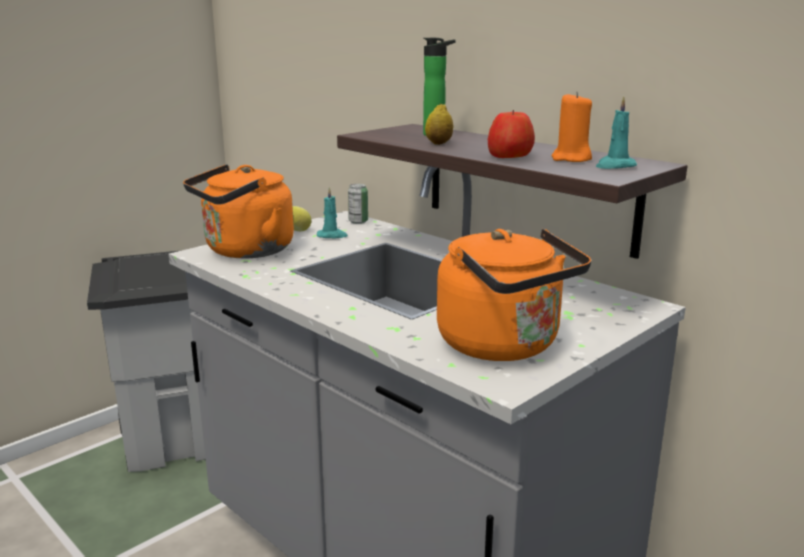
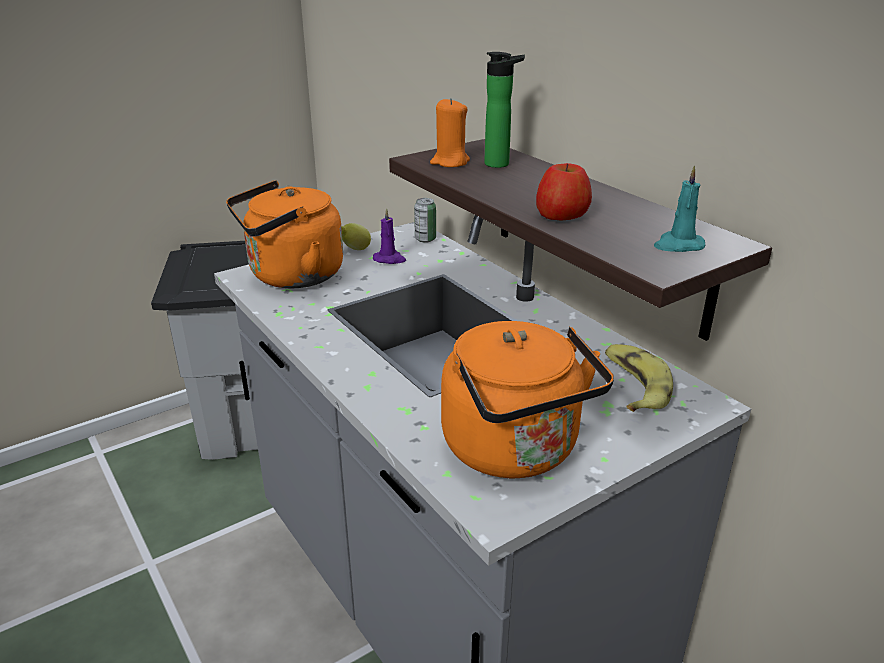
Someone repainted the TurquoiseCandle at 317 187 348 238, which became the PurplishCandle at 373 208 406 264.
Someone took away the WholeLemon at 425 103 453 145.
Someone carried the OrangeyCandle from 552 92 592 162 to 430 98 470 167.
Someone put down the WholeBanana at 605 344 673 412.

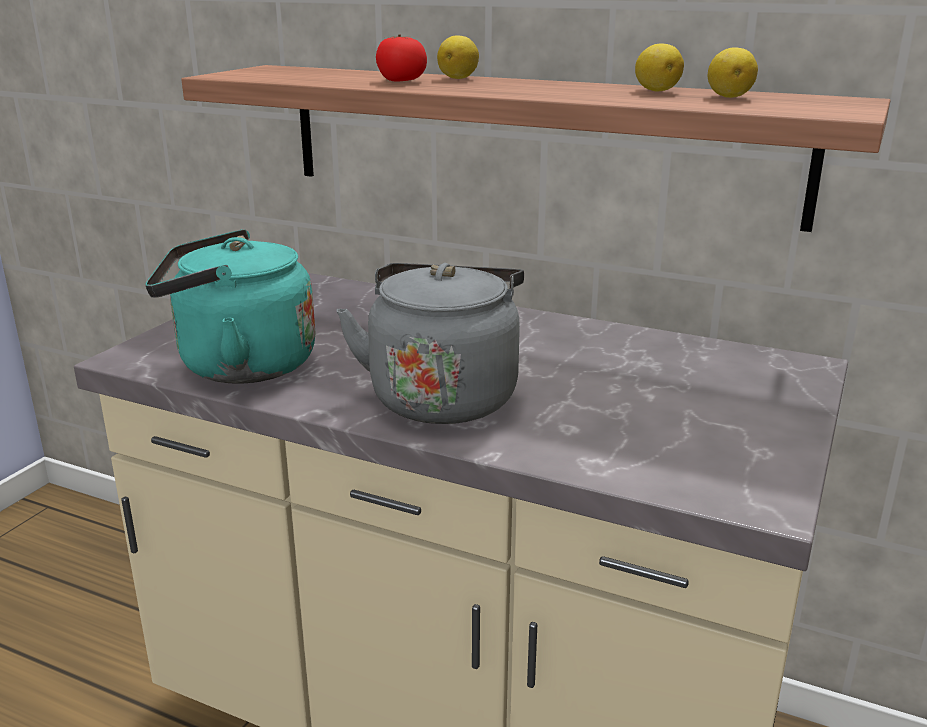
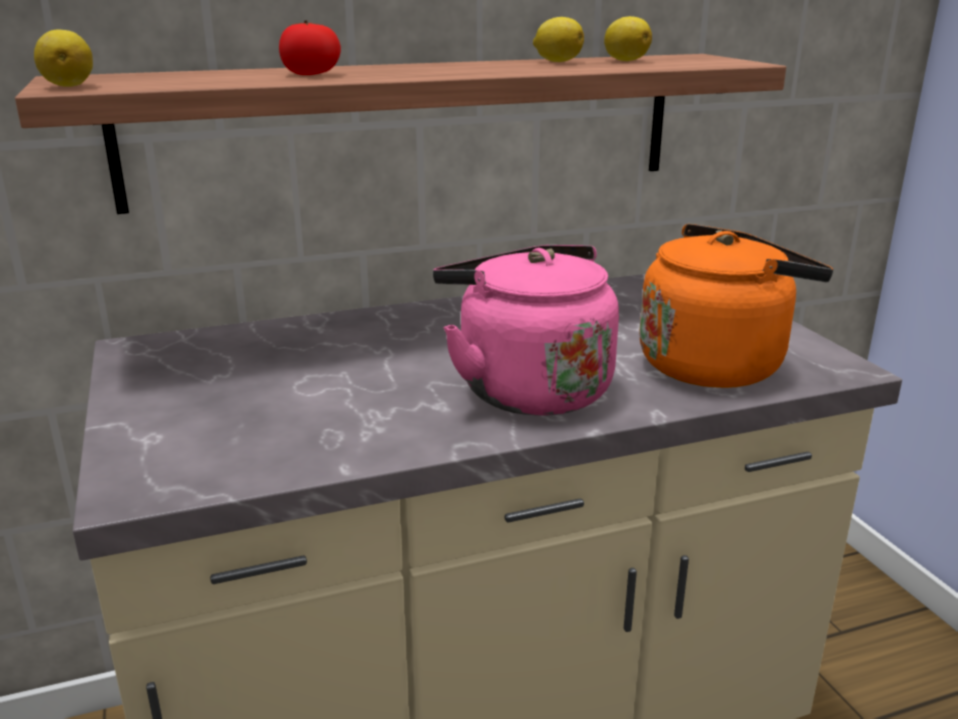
Someone took away the TurquoiseWaterKettle at 145 229 316 384.
Someone repainted the GrayWaterKettle at 336 263 524 424, which became the PinkColouredWaterKettle at 433 245 619 416.
Someone carried the WholeLemon from 437 35 479 79 to 34 29 93 87.
Someone put down the OrangeyWaterKettle at 639 224 833 388.

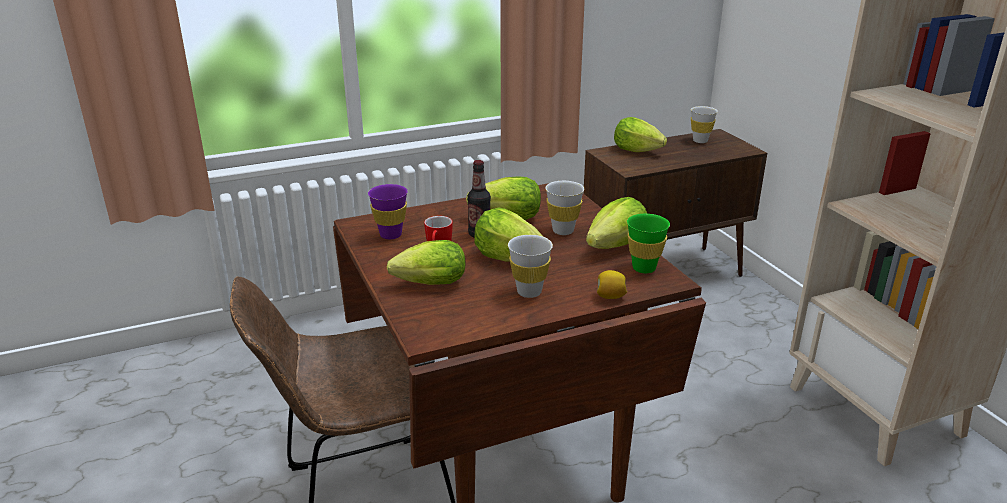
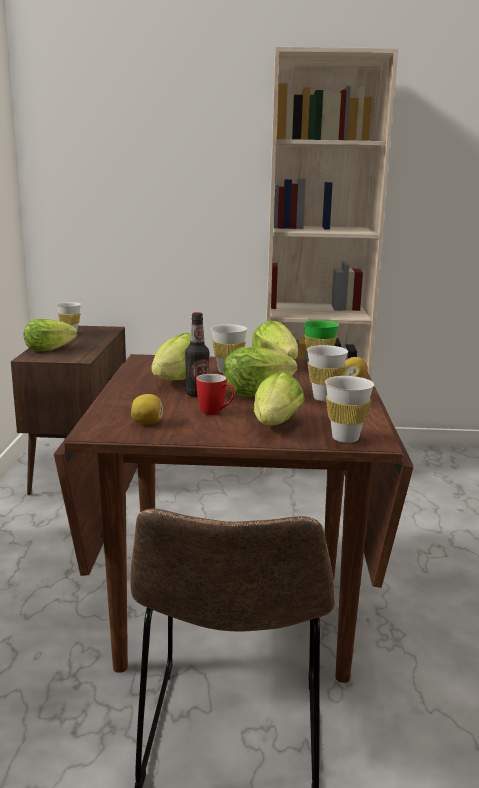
Someone swapped the PurplishSmallCup at 368 184 408 239 for the WholeLemon at 131 394 163 424.
Someone put down the WhiteSmallCup at 325 376 374 443.

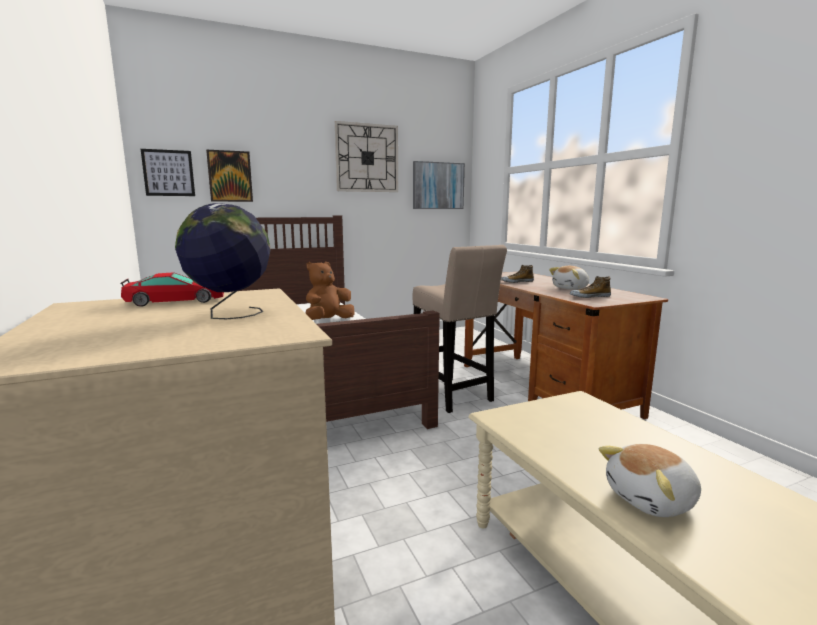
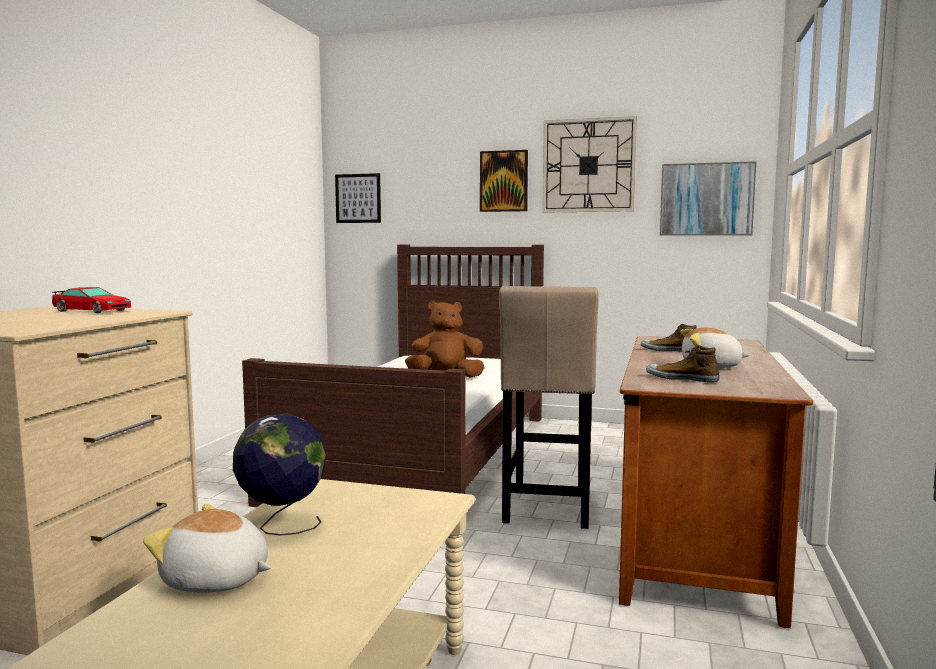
Someone carried the WorldGlobe from 175 203 271 319 to 233 414 326 536.
Someone carried the Picture from 206 149 253 202 to 480 150 528 212.

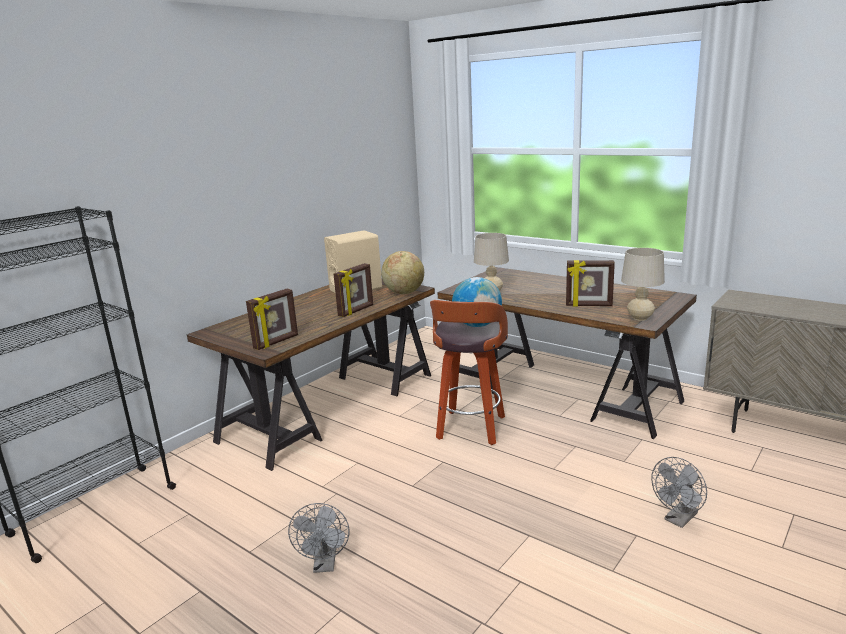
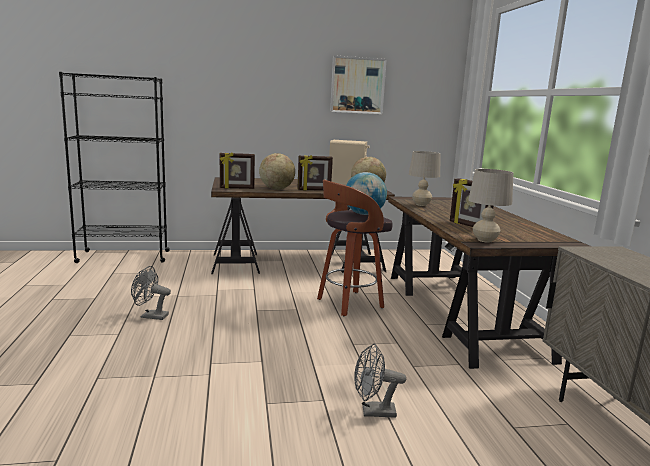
Someone rotated the GrayCoolingFan at 288 503 349 573 by 60 degrees clockwise.
Someone put down the WorldGlobe at 259 153 295 190.
Someone put up the Picture at 330 55 387 114.

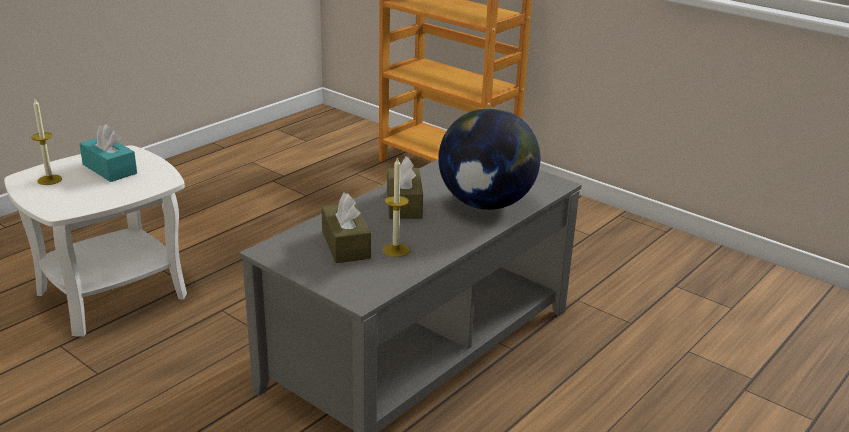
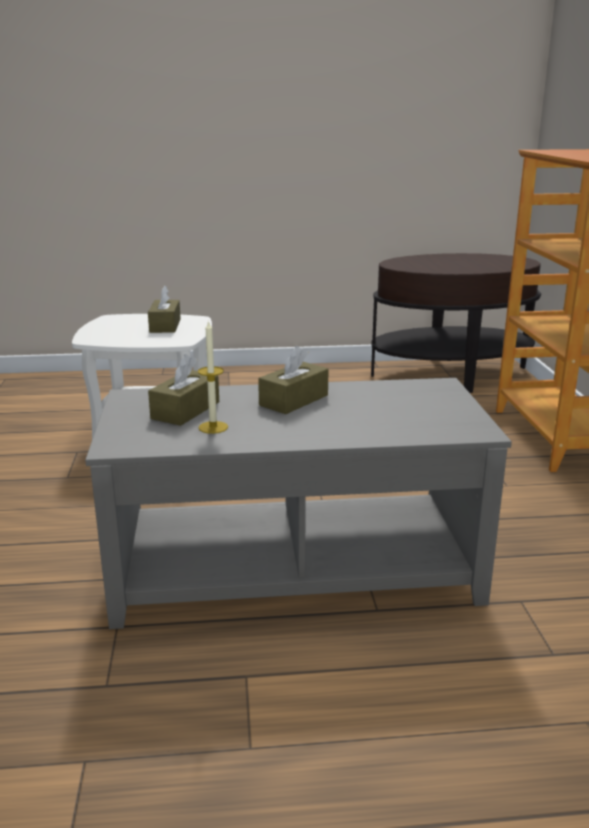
Someone took away the Candle at 31 99 62 185.
Someone repainted the TurquoiseTissueHolder at 79 124 137 182, which became the BrownColouredTissueHolder at 148 285 181 333.
Someone took away the WorldGlobe at 438 108 541 210.
Someone put down the BrownColouredEndTable at 371 253 541 393.

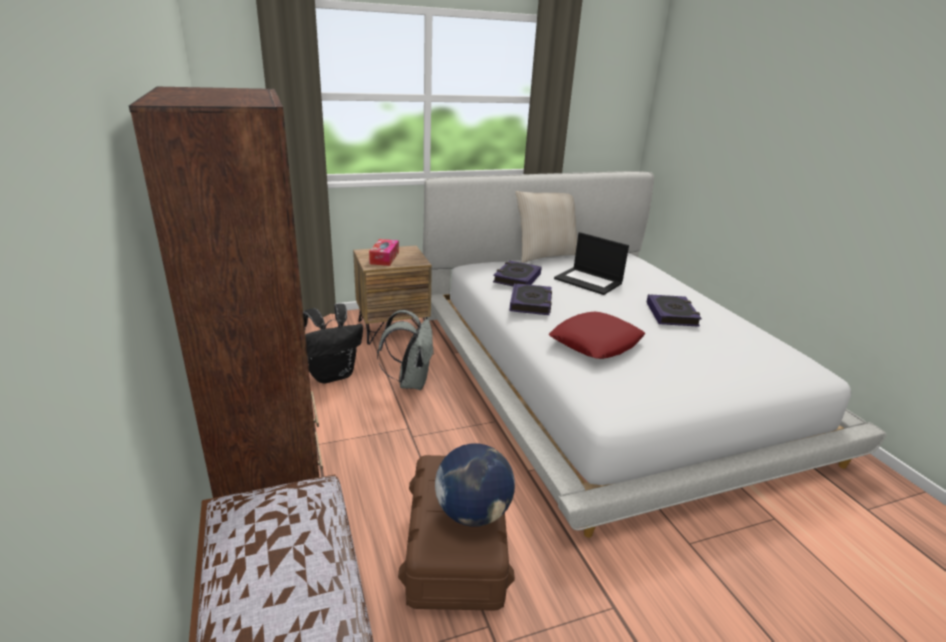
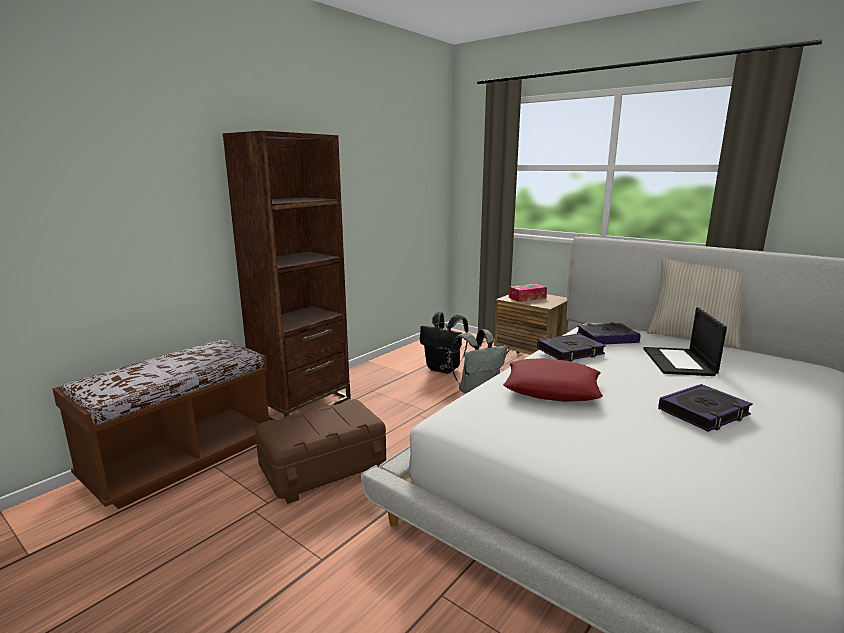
Someone took away the WorldGlobe at 435 444 515 527.

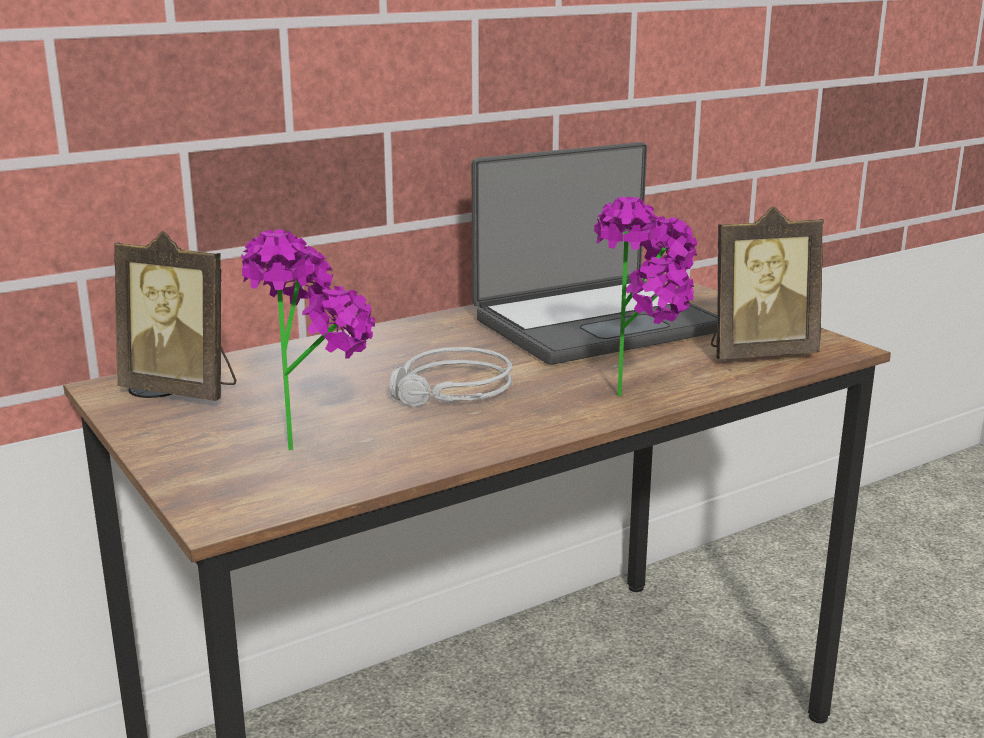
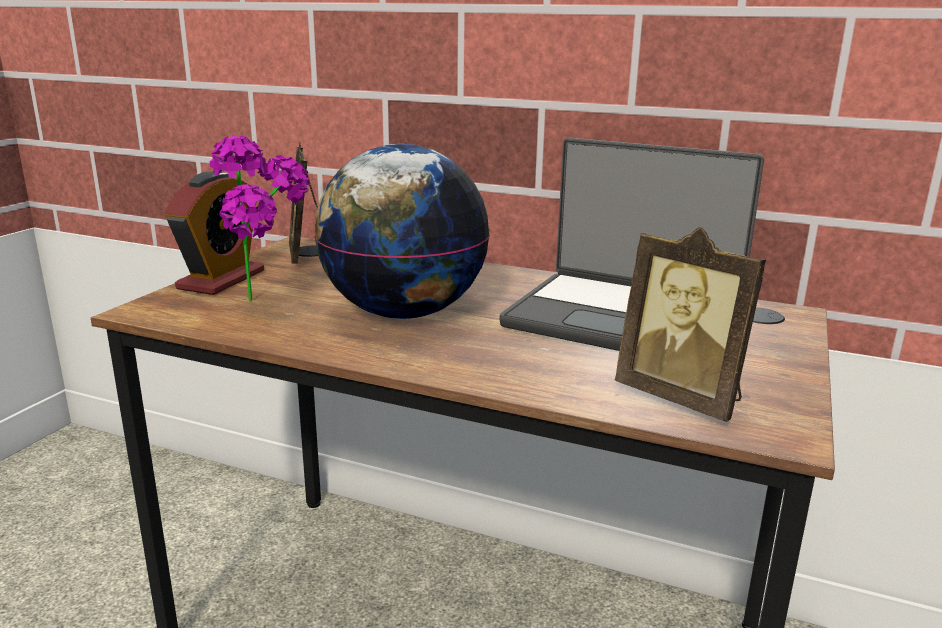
Someone swapped the GrayHeadphones at 390 347 512 407 for the WorldGlobe at 314 144 490 319.
Someone took away the PottedPlant at 594 197 698 396.
Someone put down the AlarmClock at 164 171 264 295.

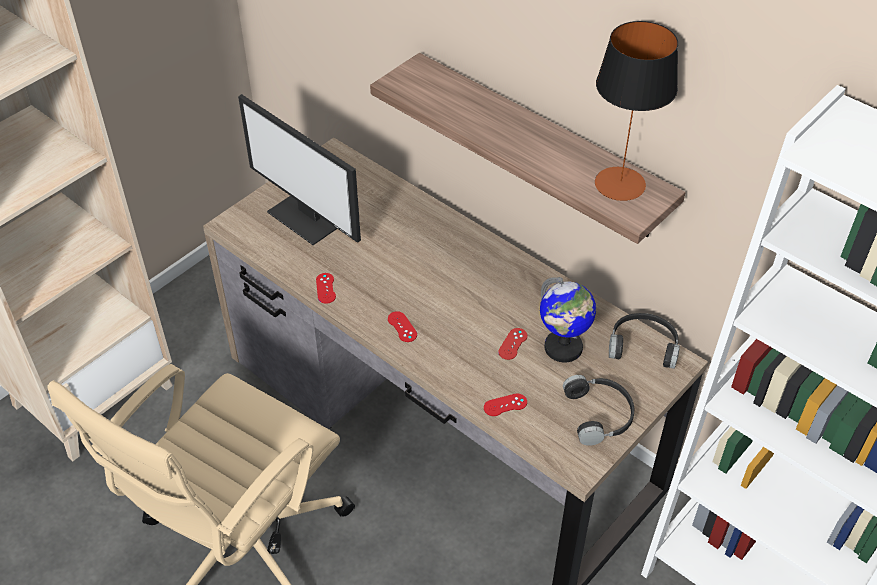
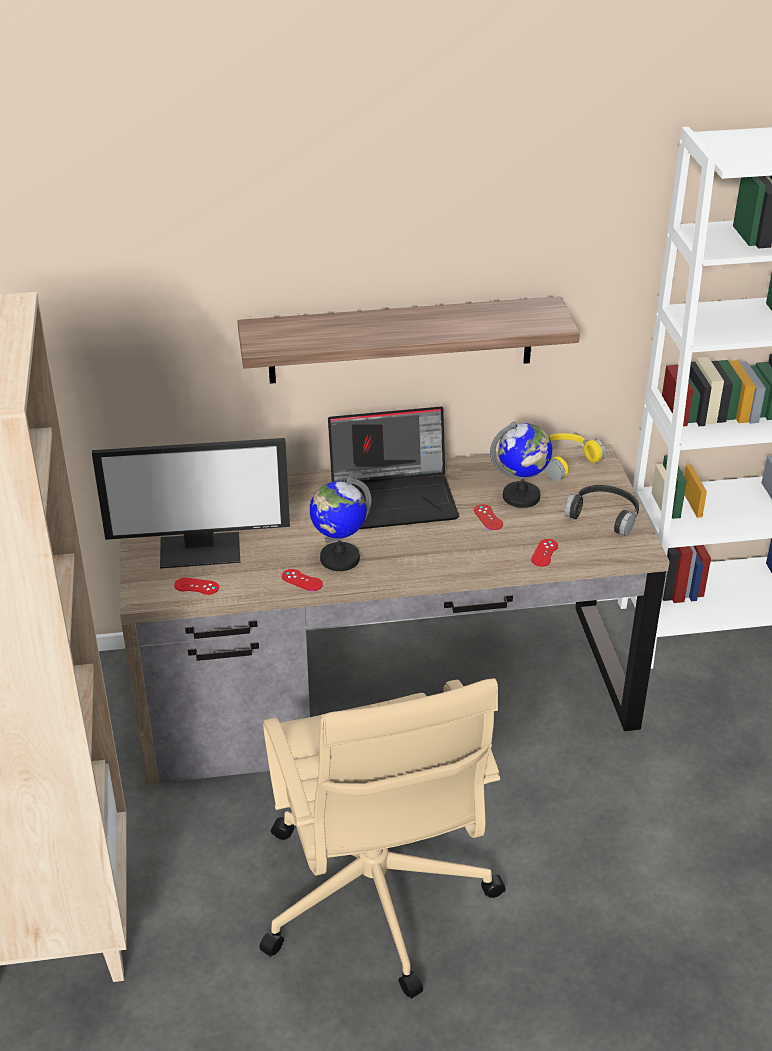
Someone carried the RedColouredJoypad from 388 311 417 342 to 174 578 219 595.
Someone took away the TableLamp at 595 21 678 201.
Someone repainted the BlackHeadphones at 609 313 680 369, which became the YellowColouredHeadphones at 545 433 606 481.
Someone put down the WorldGlobe at 310 477 371 571.
Someone put down the PortableComputer at 328 407 459 529.

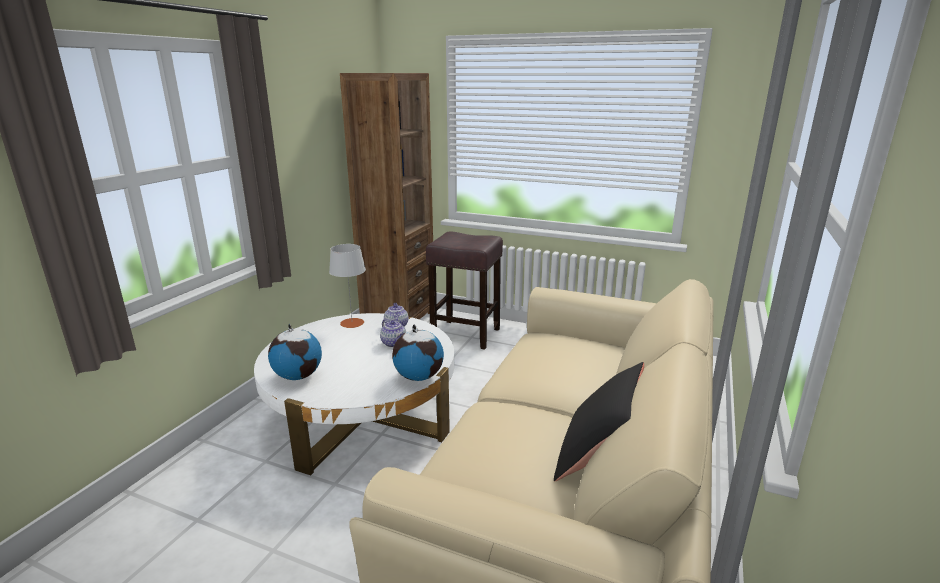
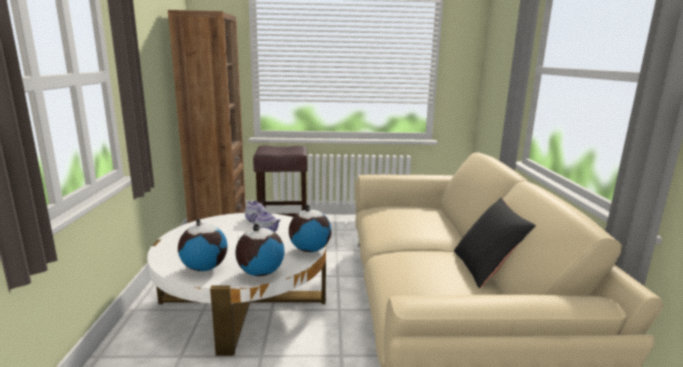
Someone took away the GrayTableLamp at 329 244 366 328.
Someone put down the WorldGlobe at 235 224 284 276.

